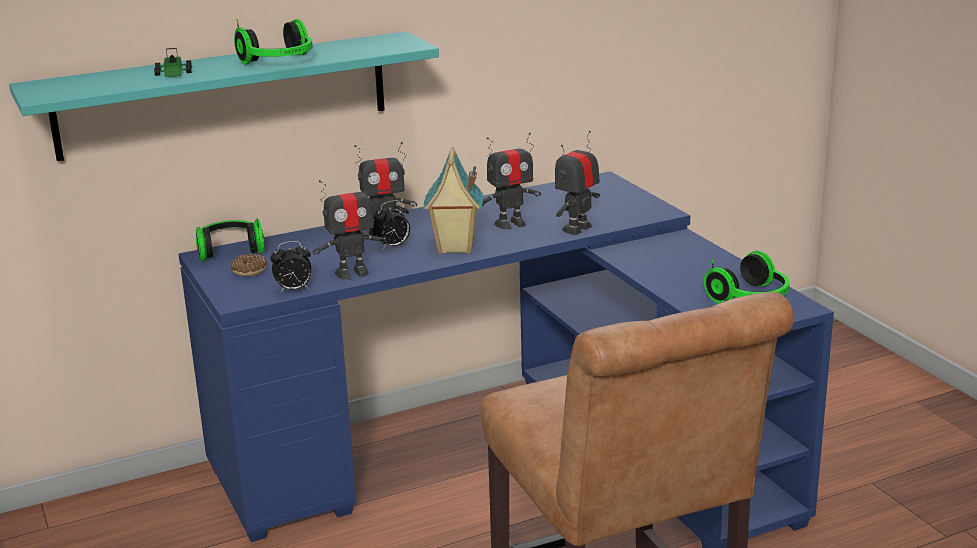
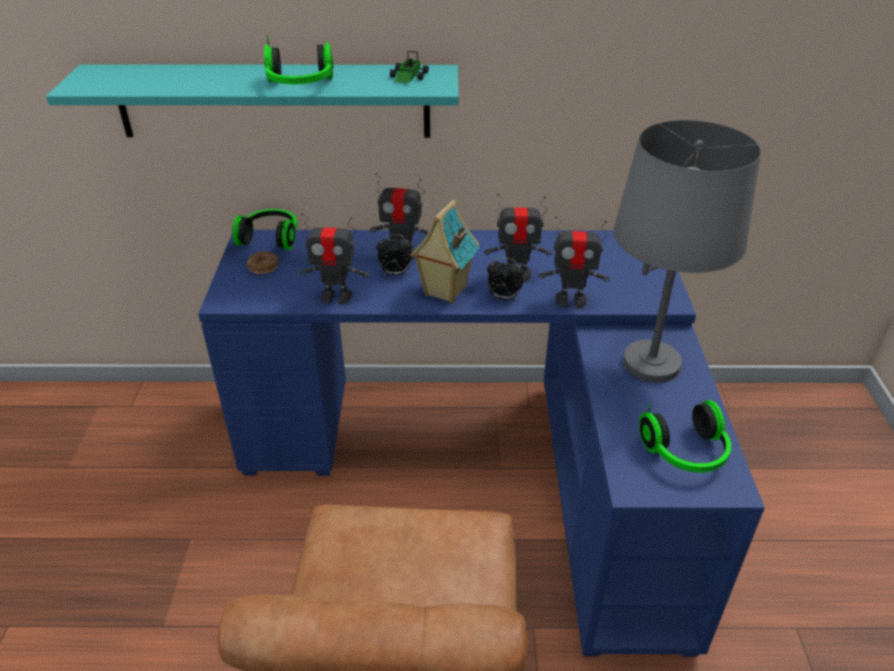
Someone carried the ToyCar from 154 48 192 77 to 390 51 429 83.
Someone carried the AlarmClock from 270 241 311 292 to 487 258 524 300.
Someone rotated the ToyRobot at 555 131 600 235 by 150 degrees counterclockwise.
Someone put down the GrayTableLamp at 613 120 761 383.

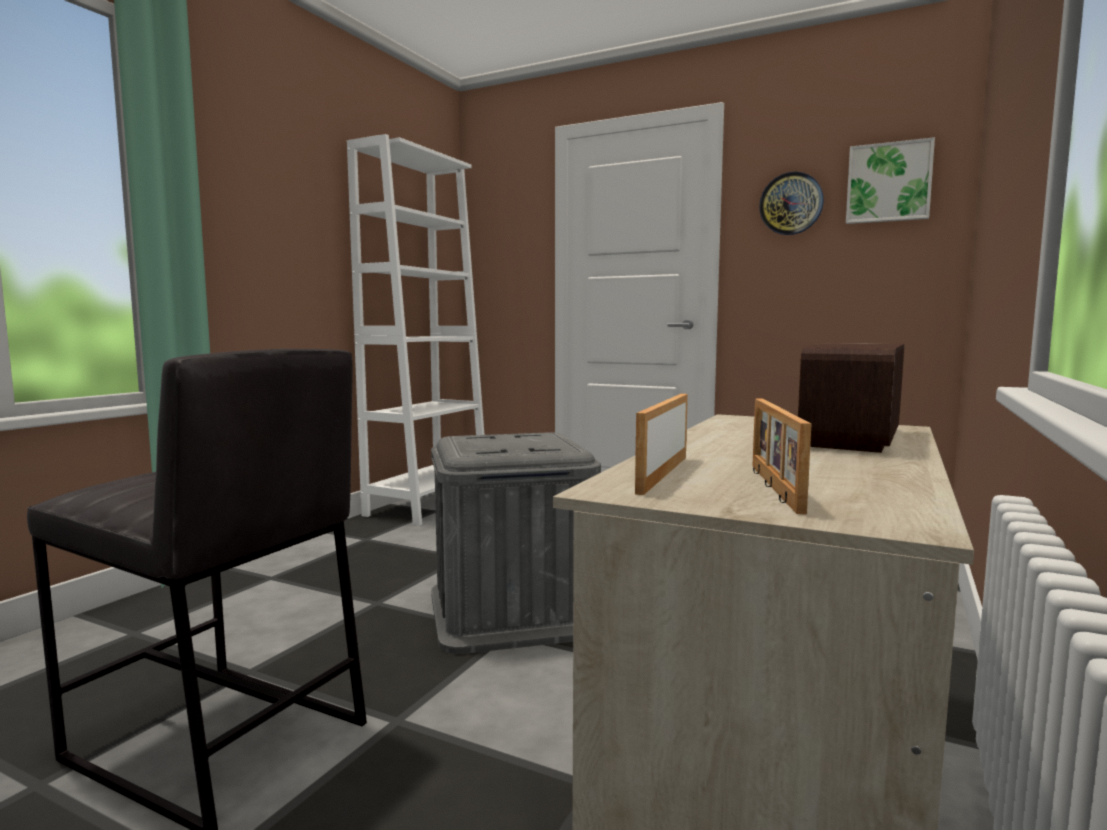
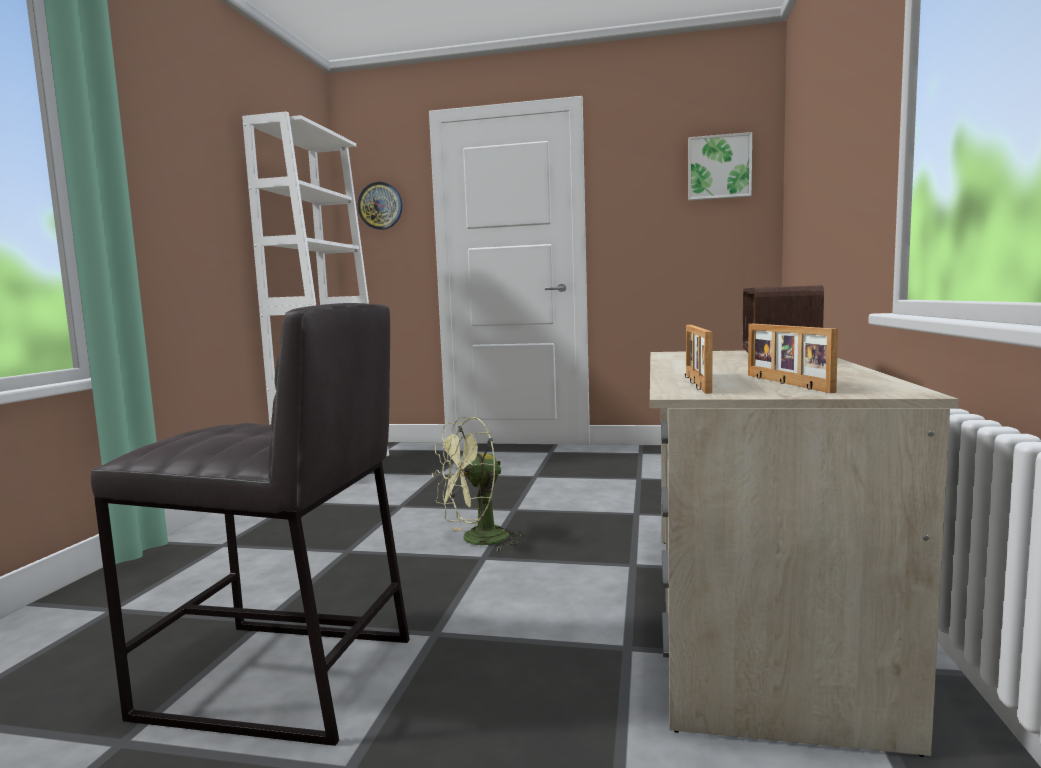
Someone swapped the GrayStorageContainer at 431 432 601 654 for the GreenishCoolingFan at 432 417 525 551.
Someone carried the HangingClock from 759 172 824 235 to 358 182 402 230.

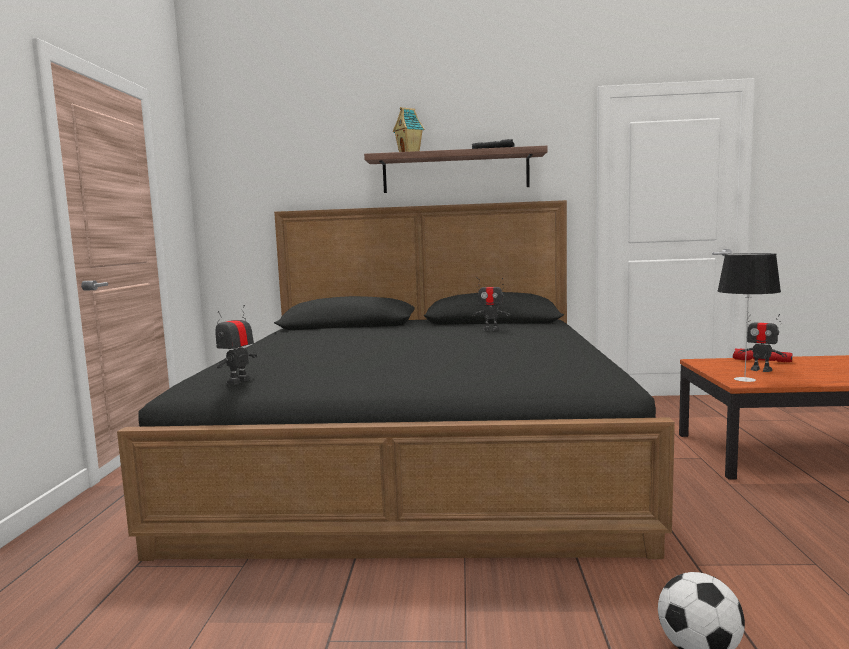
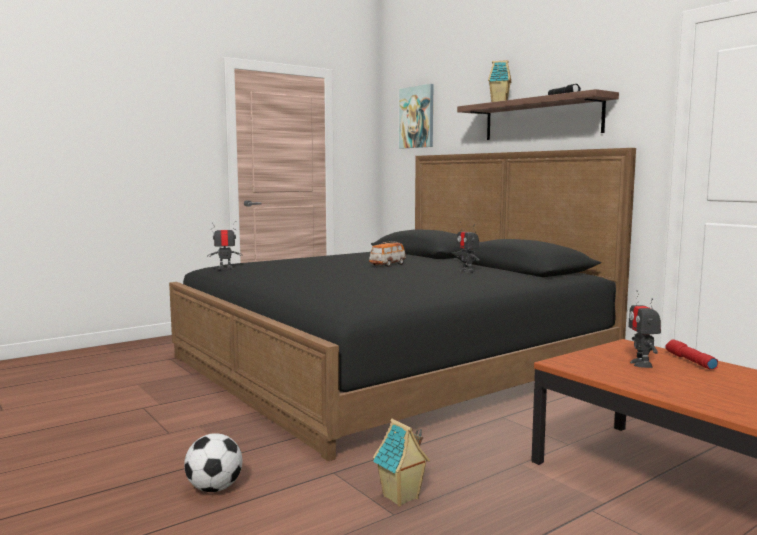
Someone took away the TableLamp at 718 253 781 382.
Someone put down the ToyCar at 369 241 406 267.
Someone put down the ToyHouse at 373 419 430 506.
Someone put up the Picture at 399 84 433 149.

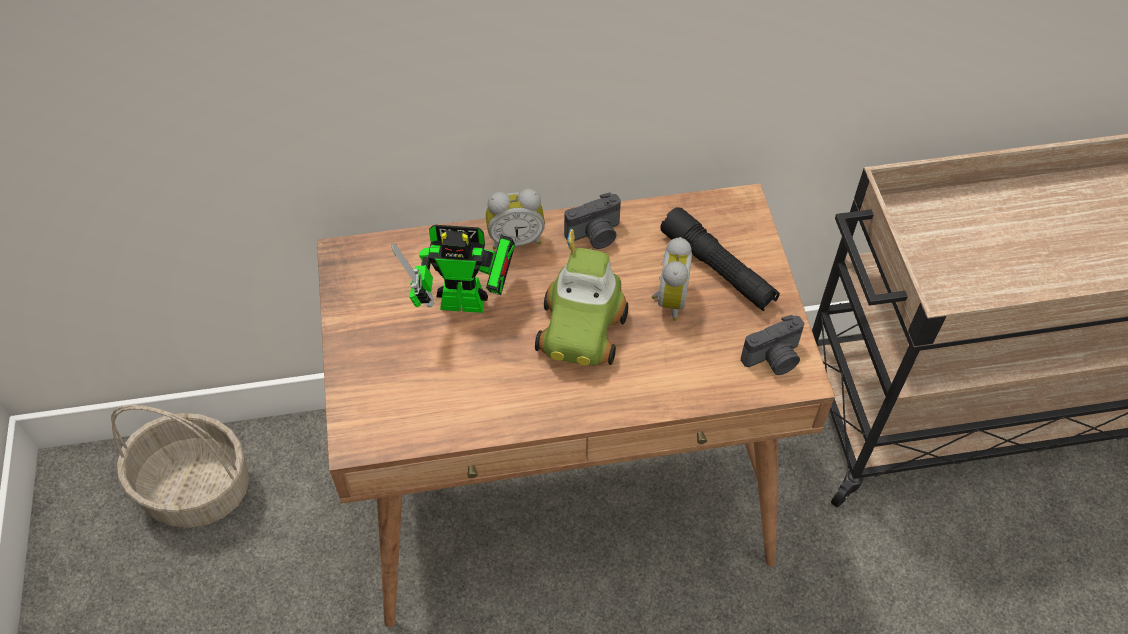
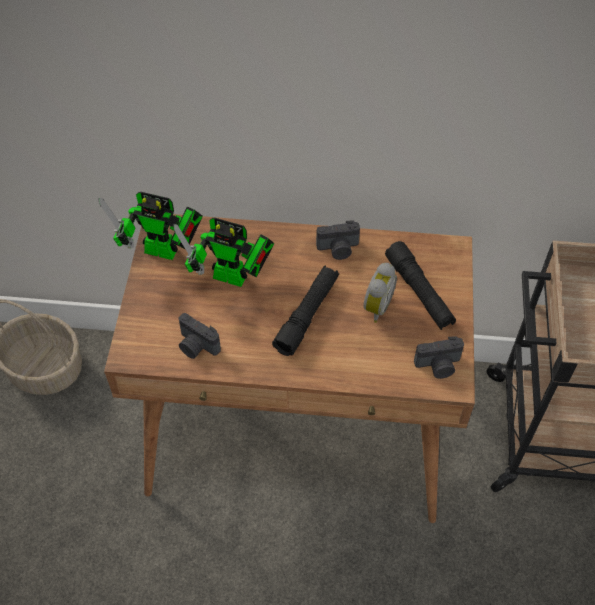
Someone took away the AlarmClock at 486 189 545 250.
Someone swapped the ToyCar at 535 228 628 366 for the BlackFlashlight at 272 266 339 356.
Someone put down the ToyRobot at 98 192 203 260.
Someone put down the StillCamera at 179 313 221 359.

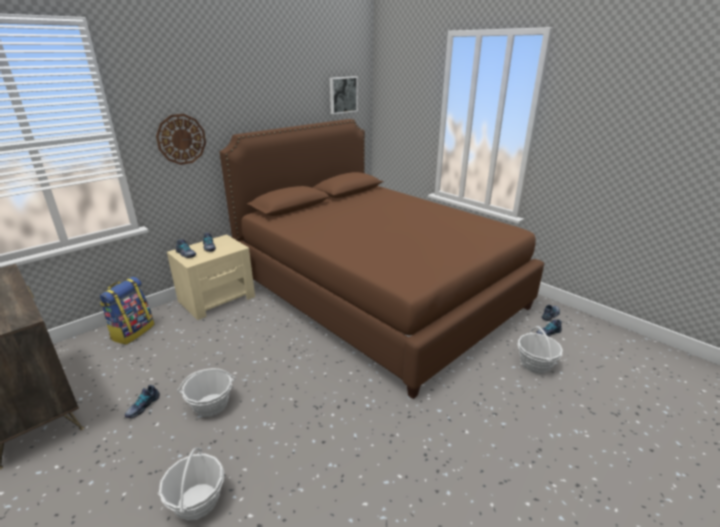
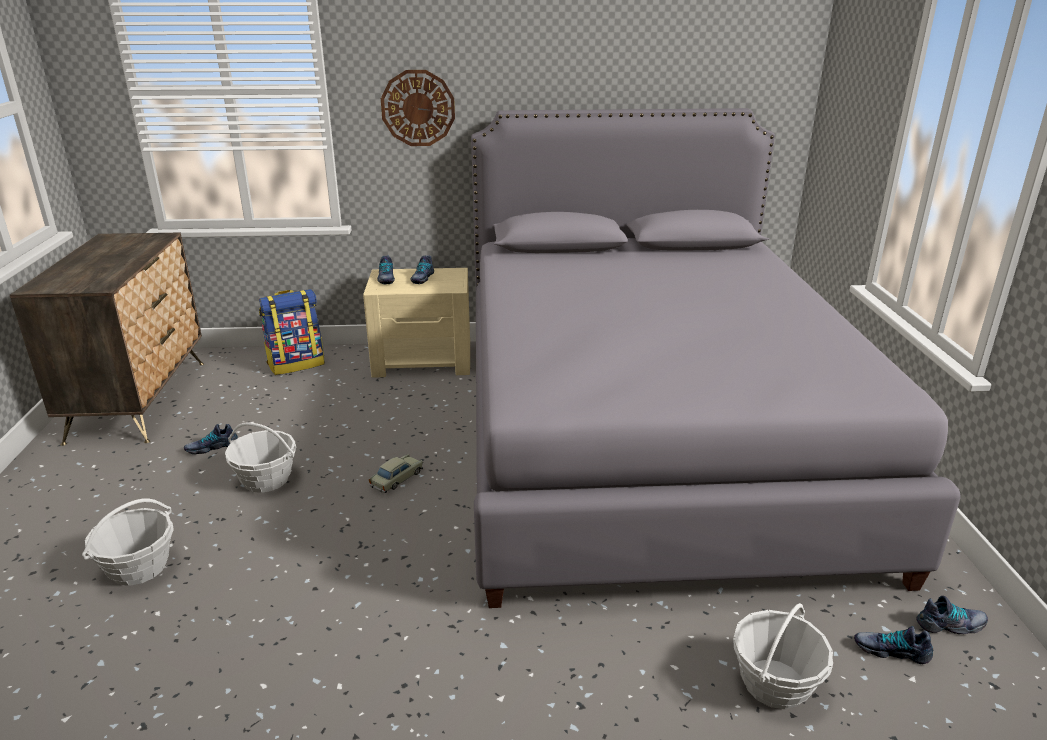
Someone repainted the BrownColouredBed at 220 119 544 399, which became the GrayBed at 471 108 961 608.
Someone took away the Picture at 330 76 358 114.
Someone put down the SandColouredToyCar at 369 454 423 493.

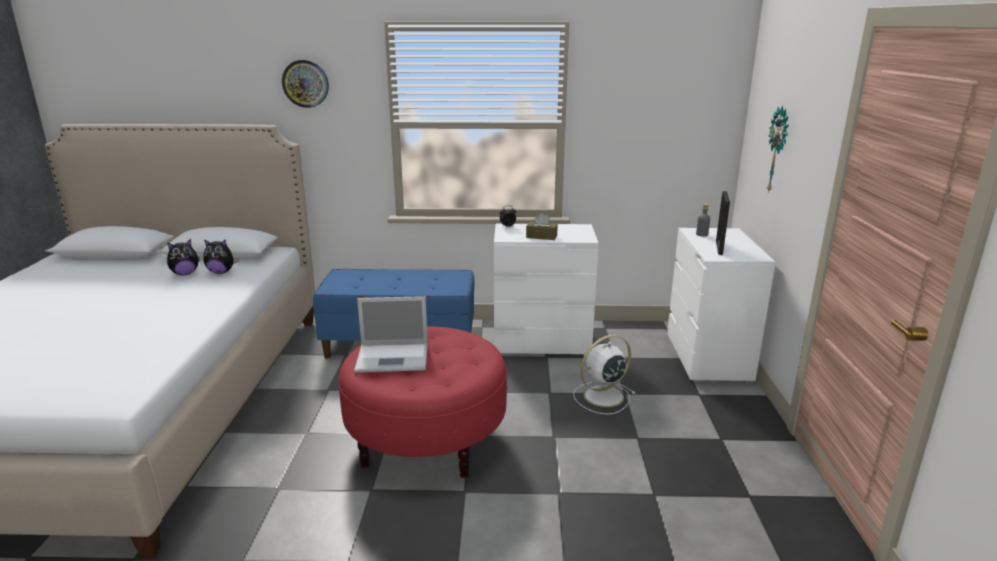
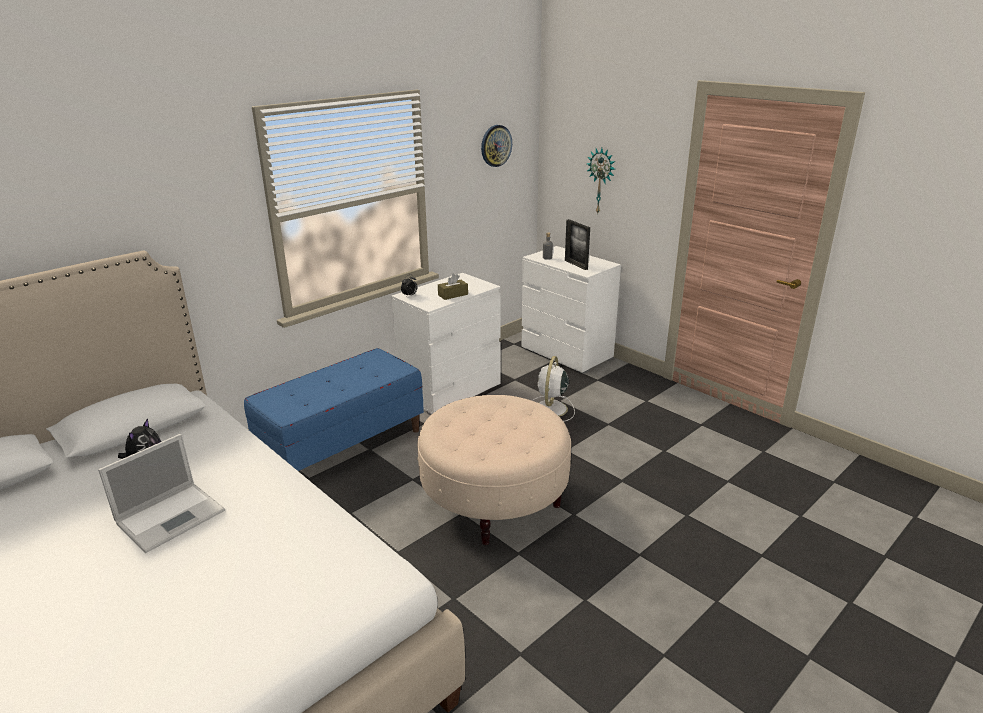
Someone took away the PlushToy at 204 239 238 274.
Someone carried the HangingClock from 282 60 329 108 to 481 125 512 167.
Someone repainted the RedColouredOttoman at 338 327 508 478, which became the SandColouredOttoman at 417 395 571 545.
Someone carried the PortableComputer from 354 296 428 373 to 98 434 225 553.

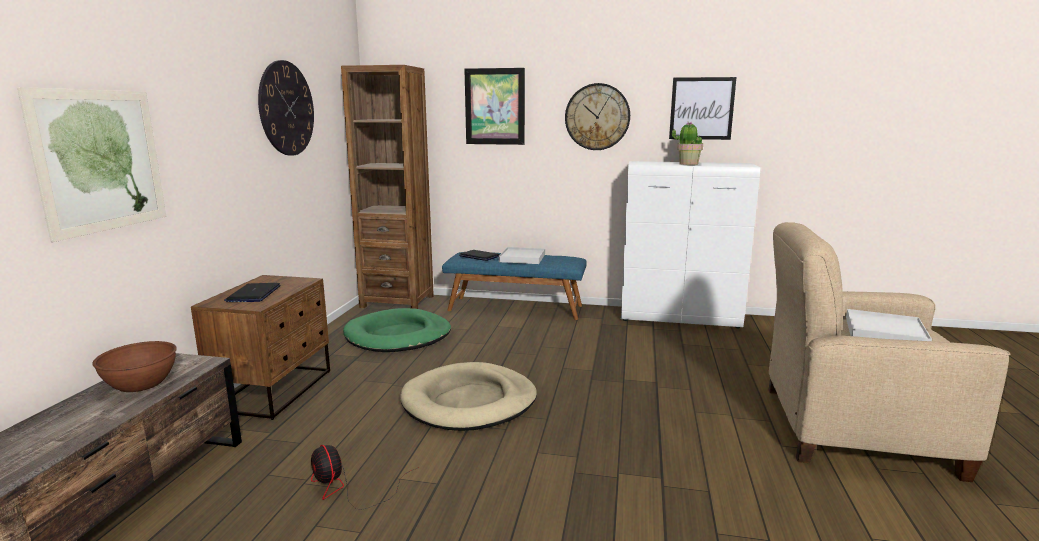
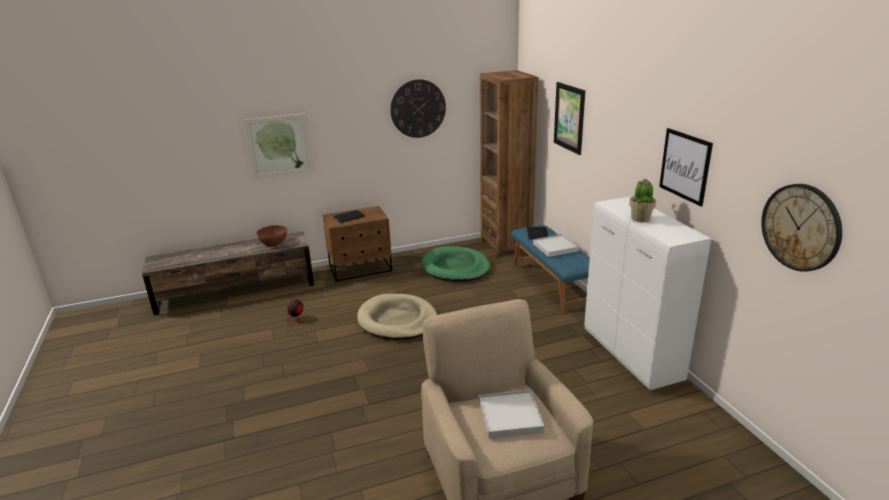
Someone carried the HangingClock from 565 83 630 150 to 761 184 842 272.

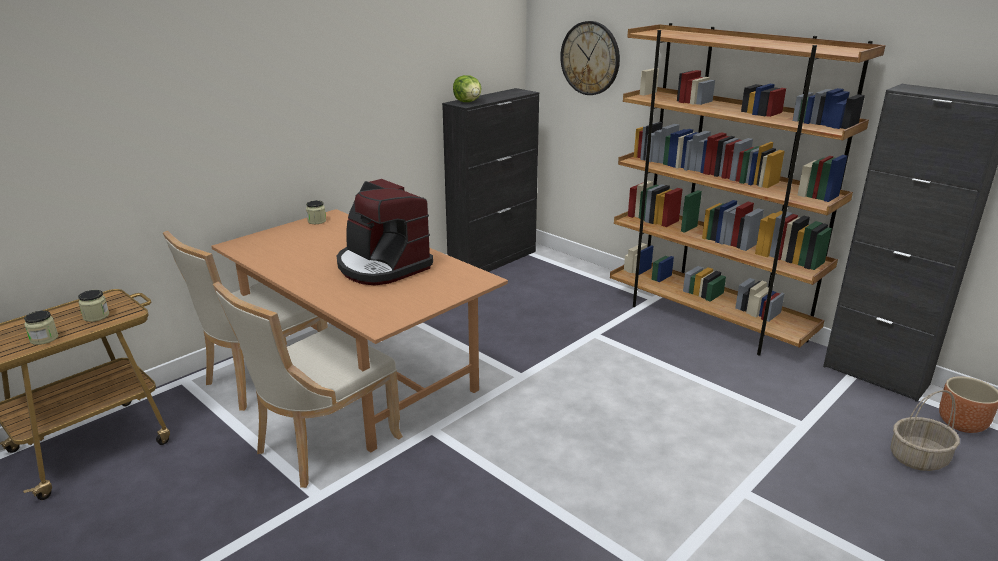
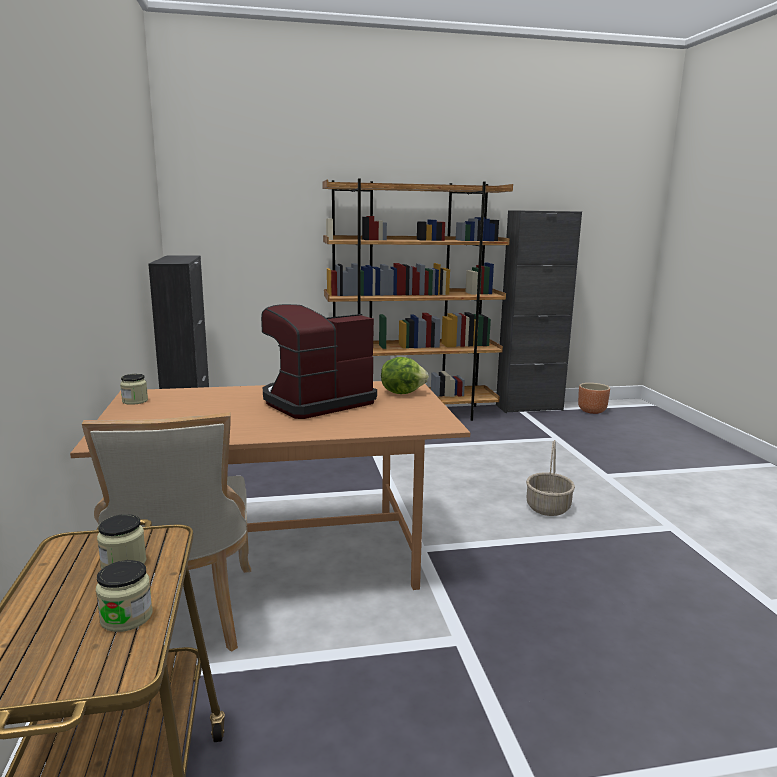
Someone took away the SandColouredPlainChair at 213 281 403 488.
Someone rotated the CoffeeMaker at 336 179 433 285 by 150 degrees clockwise.
Someone carried the HeadOfLettuce from 453 75 482 102 to 381 357 429 394.
Someone took away the HangingClock at 560 21 620 95.
Someone carried the HouseholdBasket from 891 390 960 471 to 526 440 575 516.

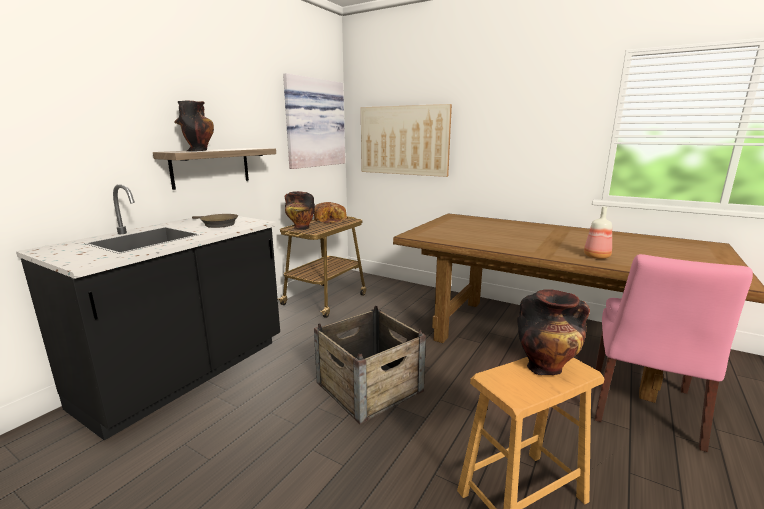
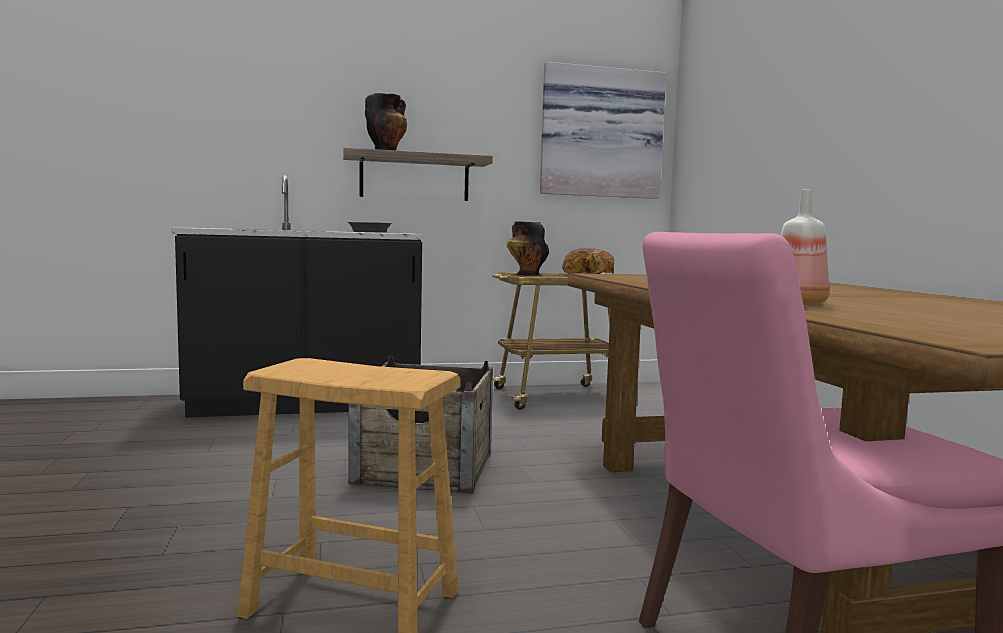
Someone took away the Picture at 361 104 452 177.
Someone took away the Vase at 517 289 590 375.

